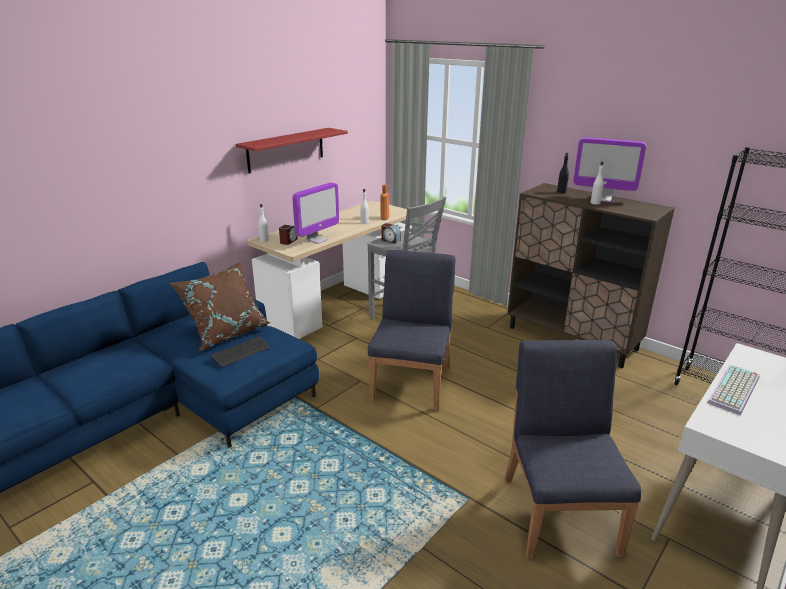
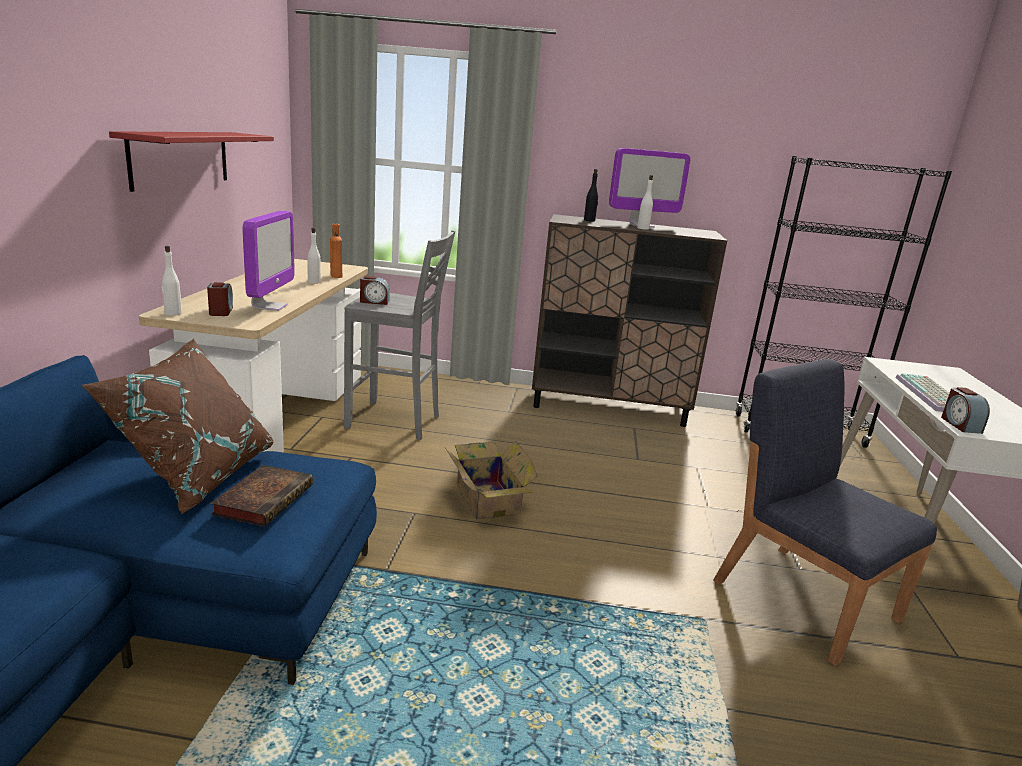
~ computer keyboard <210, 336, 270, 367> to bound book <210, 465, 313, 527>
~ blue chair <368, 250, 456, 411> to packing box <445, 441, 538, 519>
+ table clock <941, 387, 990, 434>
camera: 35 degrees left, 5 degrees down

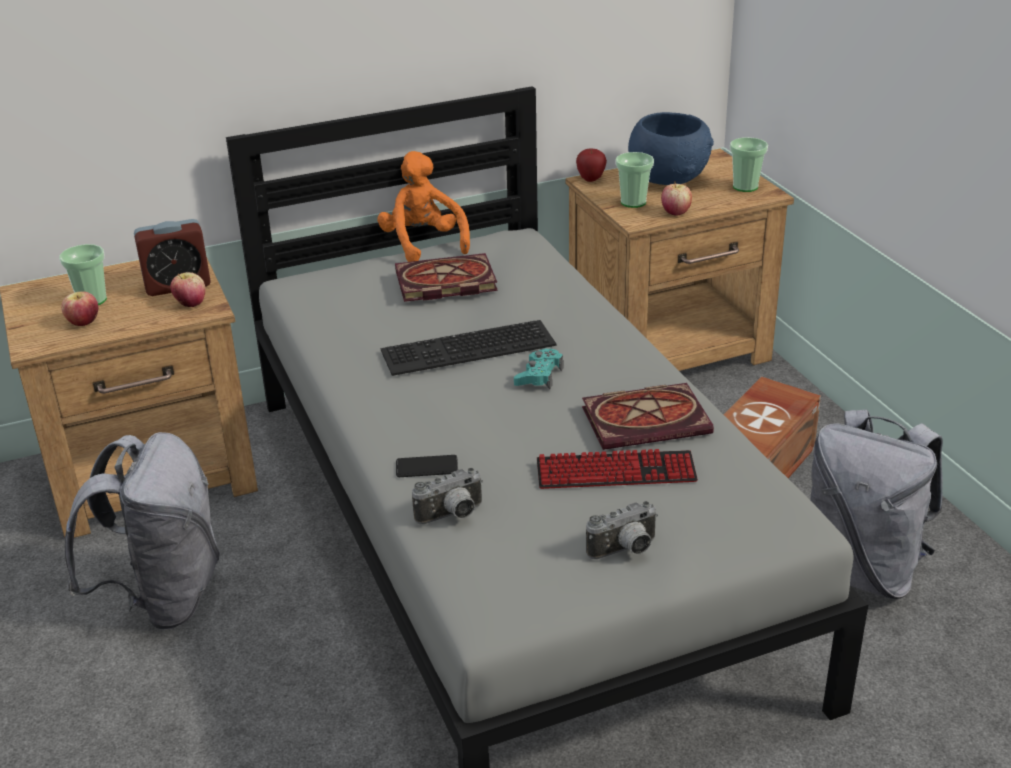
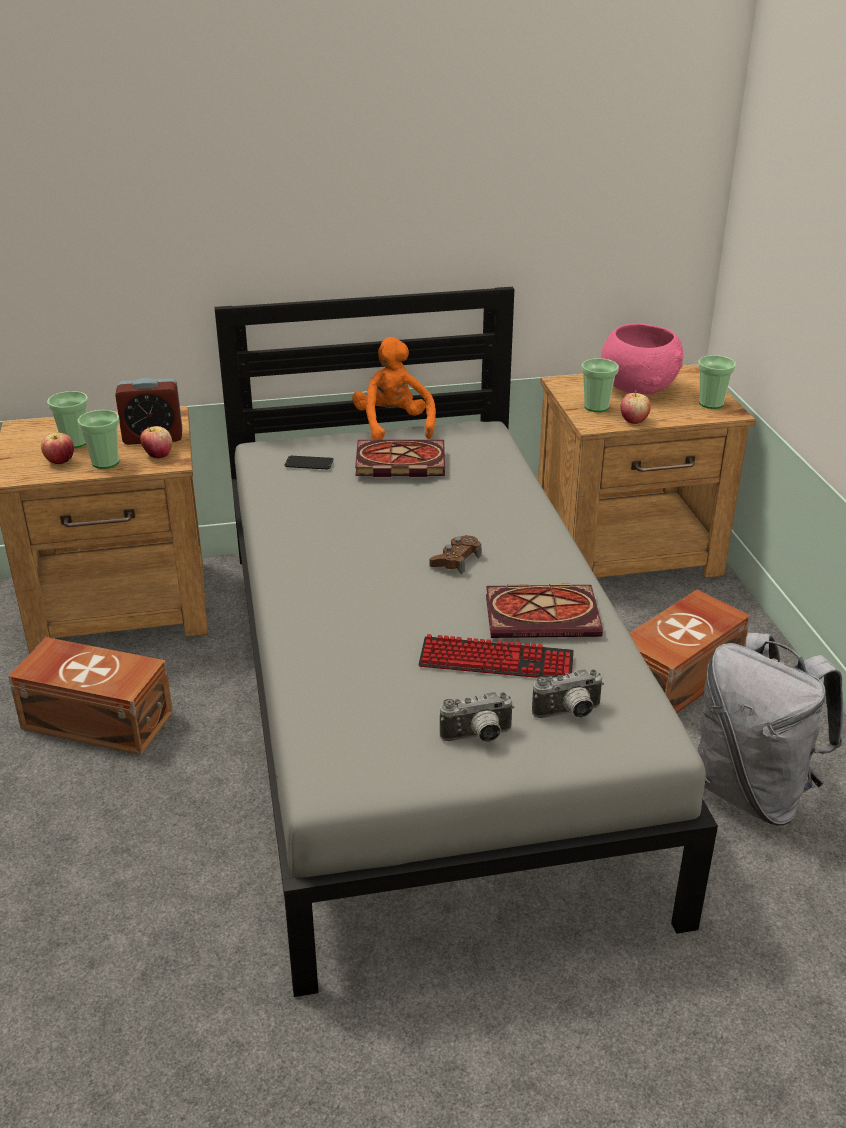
~ gray backpack <65, 432, 220, 630> to brown-coloured storage box <8, 637, 173, 755>
- computer keyboard <381, 320, 556, 376>
~ phone <396, 455, 458, 477> to <285, 456, 334, 469>
~ still camera <412, 468, 483, 524> to <532, 669, 604, 718>
~ turquoise-coloured gamepad <514, 349, 563, 389> to brown-coloured gamepad <429, 535, 481, 574>
- apple fruit <576, 149, 607, 182>
~ blue bowl <628, 112, 714, 185> to pink-coloured bowl <601, 323, 683, 395>
+ cup <78, 410, 120, 469>
camera: 10 degrees right, 0 degrees up

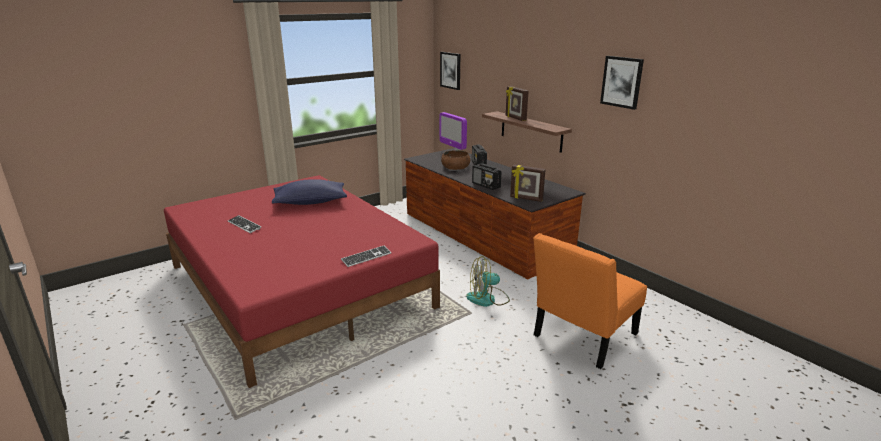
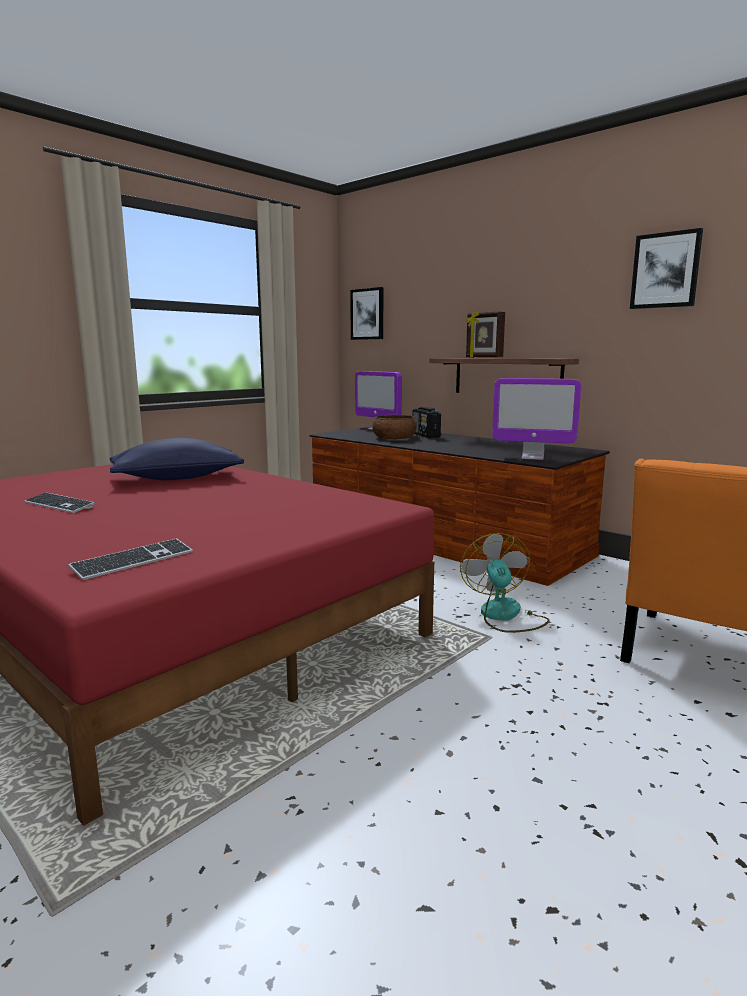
~ computer keyboard <341, 246, 392, 267> to <68, 538, 193, 580>
~ fan <466, 256, 510, 307> = <460, 533, 550, 633> 105 degrees clockwise
- radio set <472, 163, 501, 190>
~ photo frame <510, 165, 546, 202> to monitor <492, 378, 581, 460>
camera: 10 degrees left, 10 degrees down

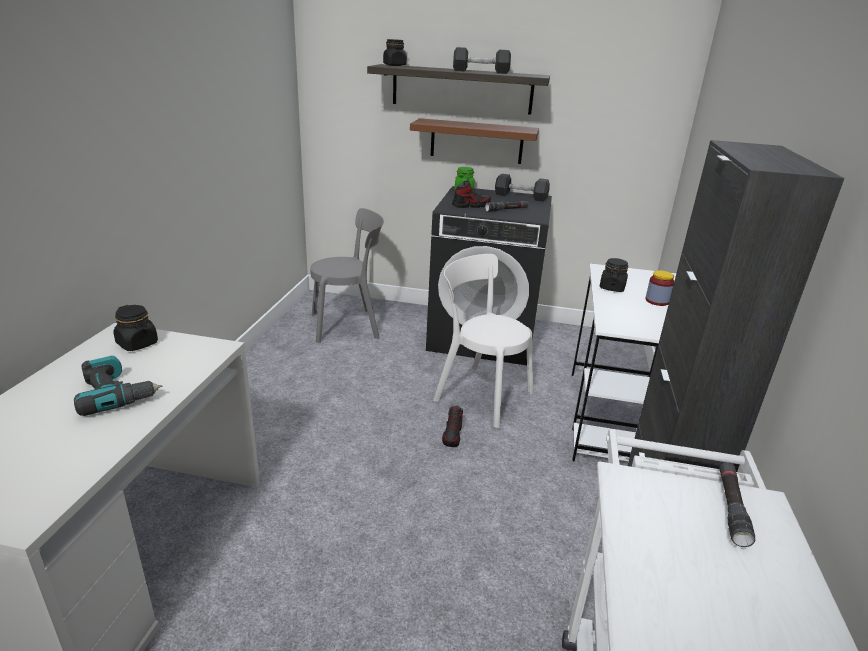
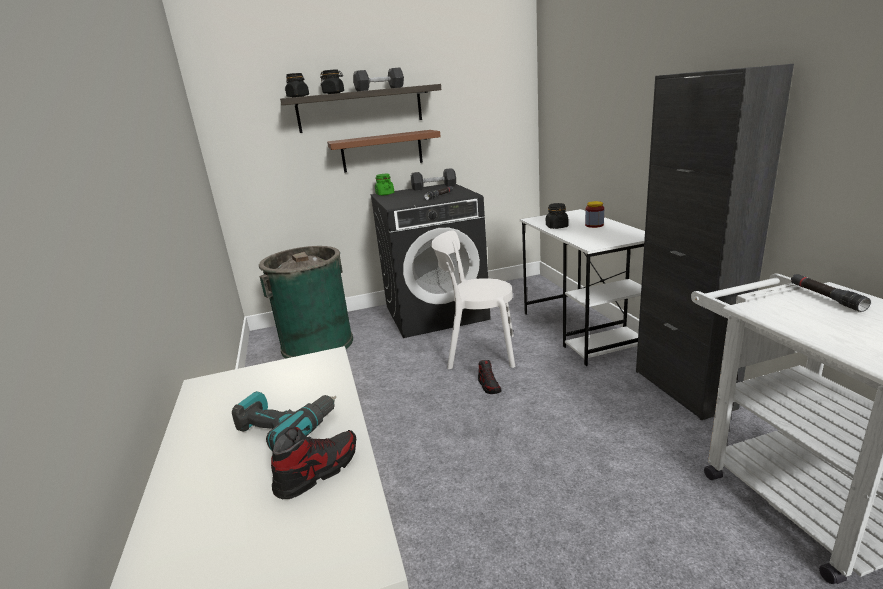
~ blackish jar <113, 305, 158, 351> to <320, 70, 344, 94>
~ gray chair <310, 208, 384, 343> to green rubbish bin <259, 246, 353, 359>
~ low shoe <452, 181, 491, 208> to <271, 427, 356, 499>
camera: 25 degrees left, 5 degrees down

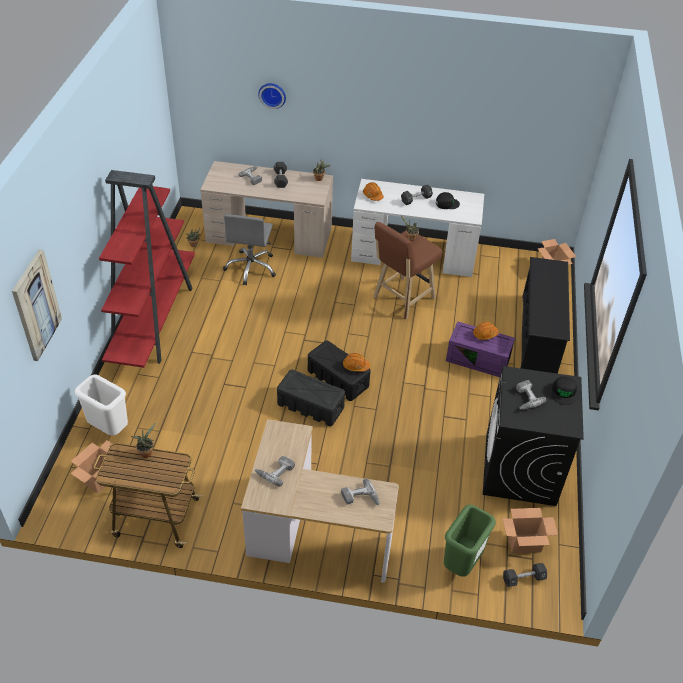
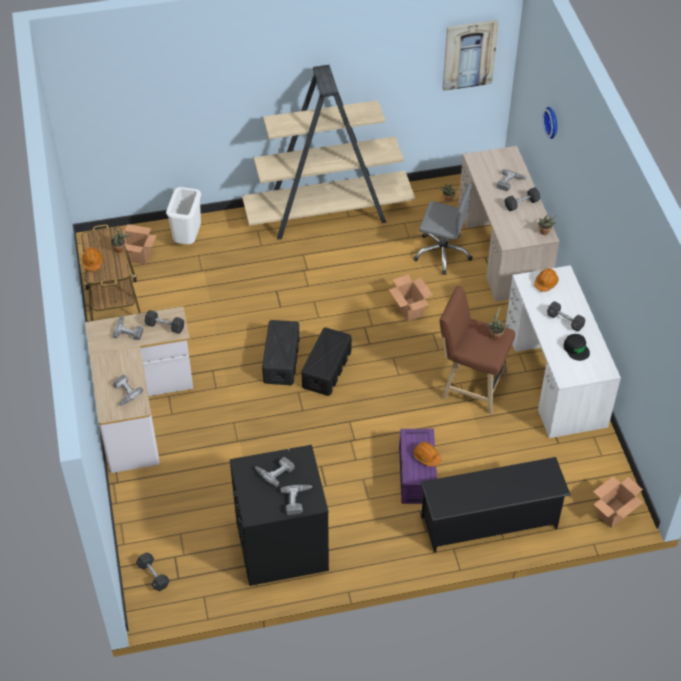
~ wall art <12, 249, 62, 361> to <442, 20, 499, 91>
~ red-coloured shelving unit <99, 170, 195, 368> to sand-coloured shelving unit <242, 65, 415, 240>
~ gray computer chair <223, 214, 276, 285> = <413, 184, 473, 275> 150 degrees counterclockwise
~ orangey work helmet <343, 353, 370, 372> to <82, 247, 103, 271>
- green rubbish bin <444, 505, 496, 577>
~ packing box <503, 508, 558, 554> to <389, 274, 433, 322>
~ blackish cap <552, 376, 577, 405> to drill <280, 485, 313, 515>
+ blackish dumbbell <145, 310, 184, 334>
camera: 70 degrees right, 5 degrees up

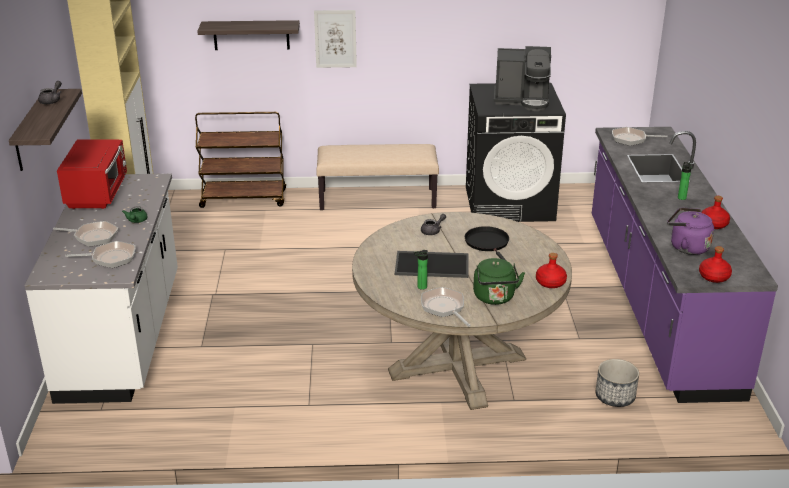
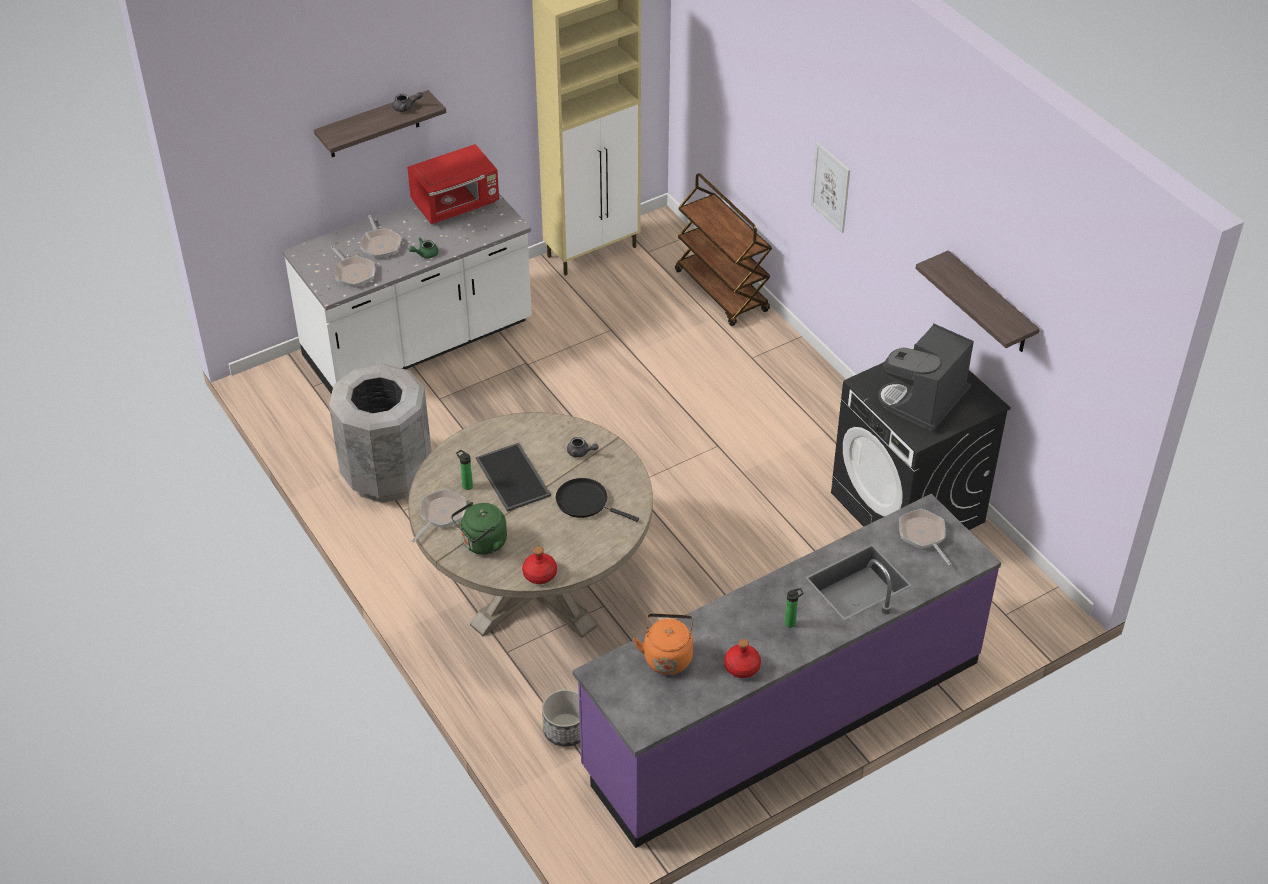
~ bracket shelf <197, 20, 300, 50> to <915, 250, 1040, 352>
- sand-coloured indoor bench <316, 144, 439, 210>
~ blackish frying pan <465, 226, 509, 260> = <556, 478, 639, 522> 105 degrees counterclockwise
~ coffee maker <494, 46, 551, 111> = <878, 324, 974, 431> 60 degrees clockwise
~ purple-coloured kettle <667, 208, 714, 255> to orangey kettle <633, 613, 693, 675>
- red-coloured drink bottle <699, 246, 732, 283>
+ gray rubbish bin <329, 364, 432, 503>
camera: 60 degrees right, 15 degrees up

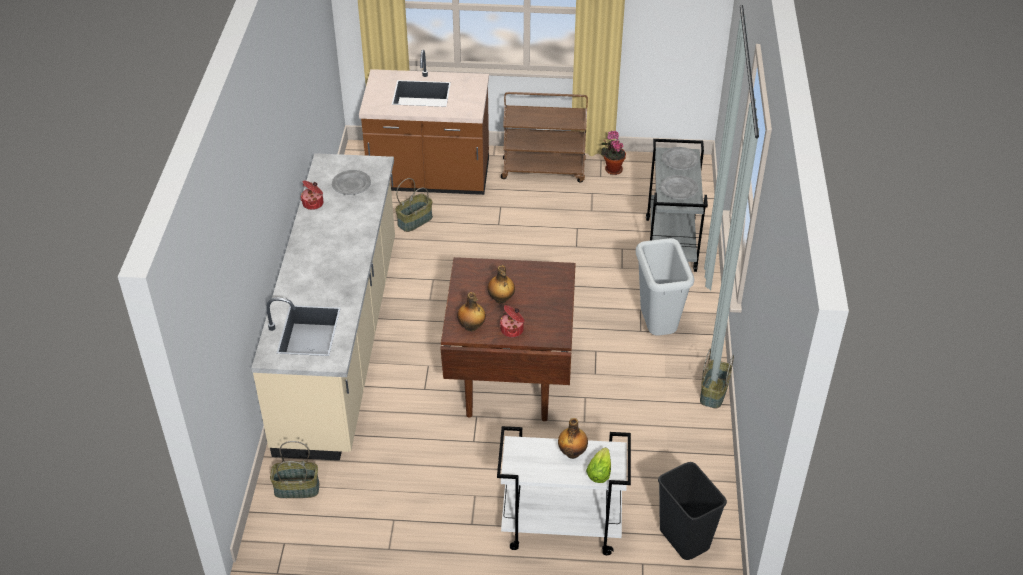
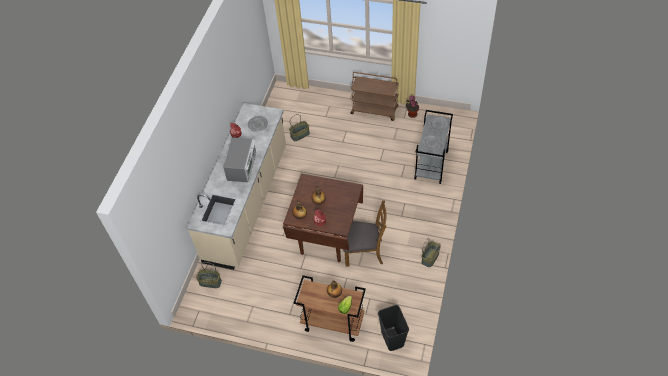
- brown-coloured counter <359, 50, 489, 195>
~ white-coloured wheeled cart <497, 426, 631, 555> to brown-coloured wheeled cart <294, 275, 366, 342>
- gray rubbish bin <636, 238, 694, 336>
+ kitchen microwave <223, 137, 256, 182>
+ brown-coloured chair <343, 200, 387, 266>
camera: 15 degrees right, 10 degrees up

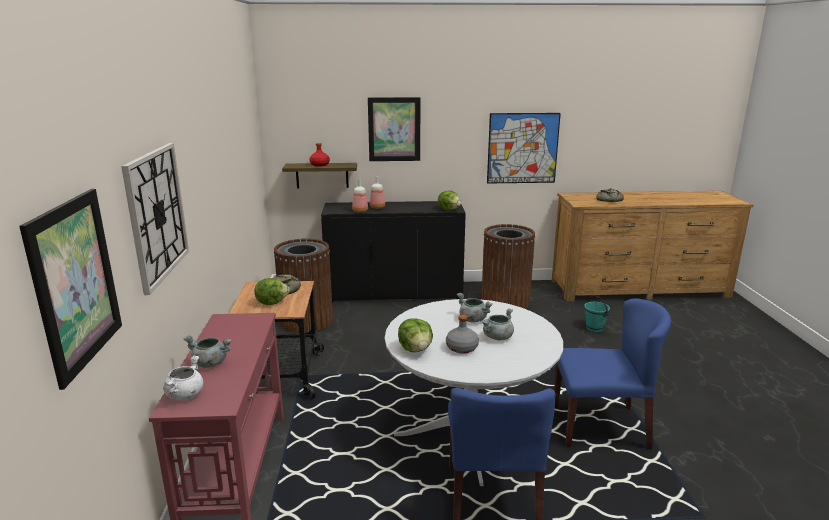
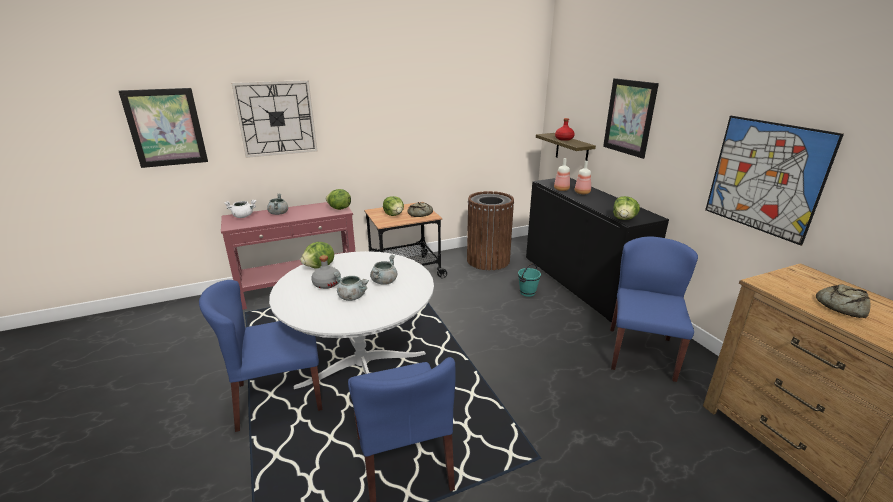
~ brown-coloured rubbish bin <481, 224, 535, 309> to blue chair <610, 236, 698, 382>
~ turquoise-coloured water bucket <584, 296, 610, 332> to <518, 263, 541, 297>
+ lettuce head <326, 189, 351, 210>
camera: 70 degrees right, 5 degrees up

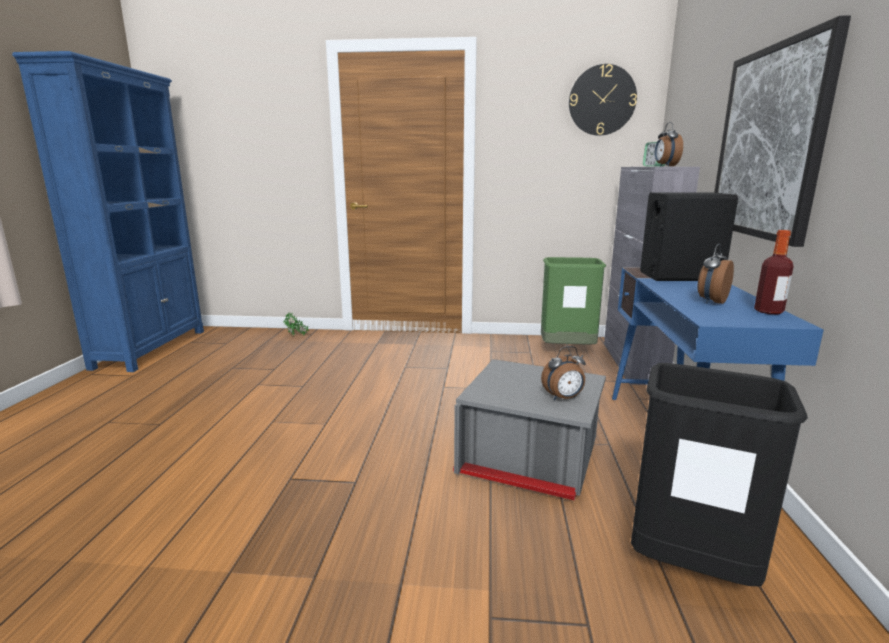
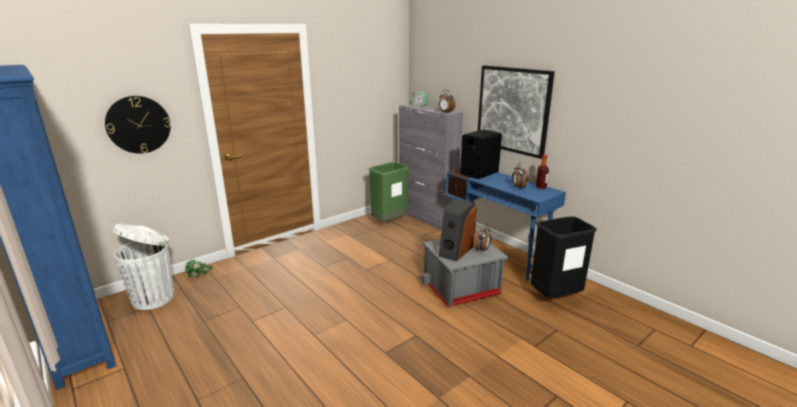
~ hanging clock <569, 64, 637, 136> to <105, 96, 171, 154>
+ white-coloured rubbish bin <113, 224, 174, 310>
+ speaker <438, 199, 477, 261>
camera: 45 degrees left, 5 degrees up

